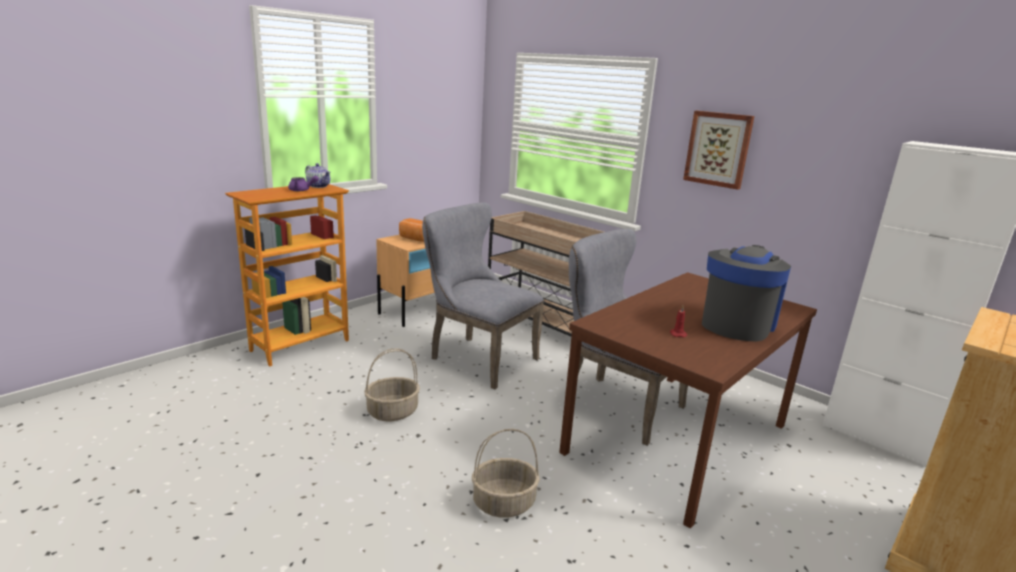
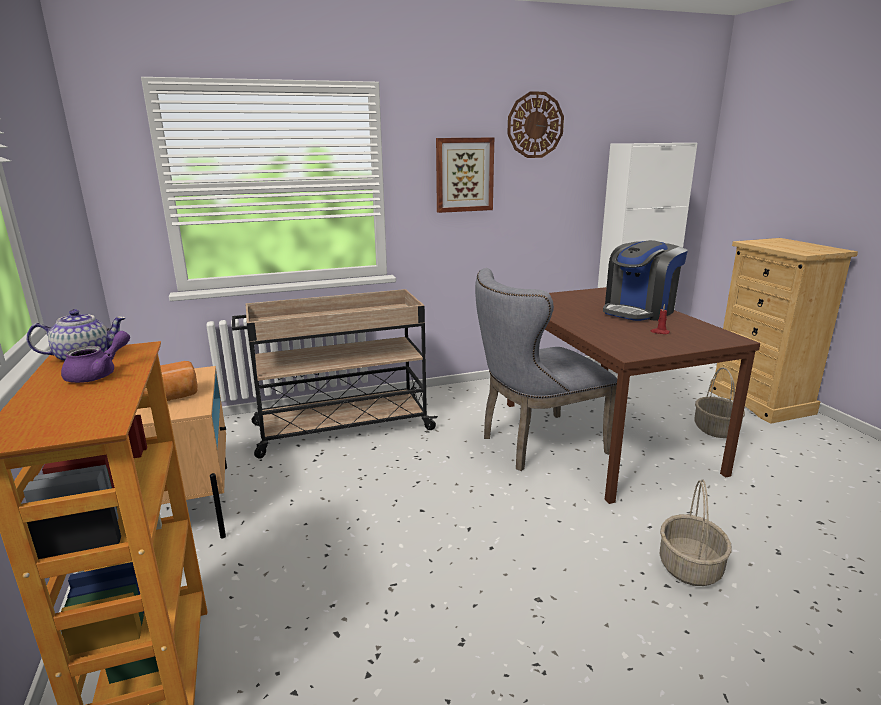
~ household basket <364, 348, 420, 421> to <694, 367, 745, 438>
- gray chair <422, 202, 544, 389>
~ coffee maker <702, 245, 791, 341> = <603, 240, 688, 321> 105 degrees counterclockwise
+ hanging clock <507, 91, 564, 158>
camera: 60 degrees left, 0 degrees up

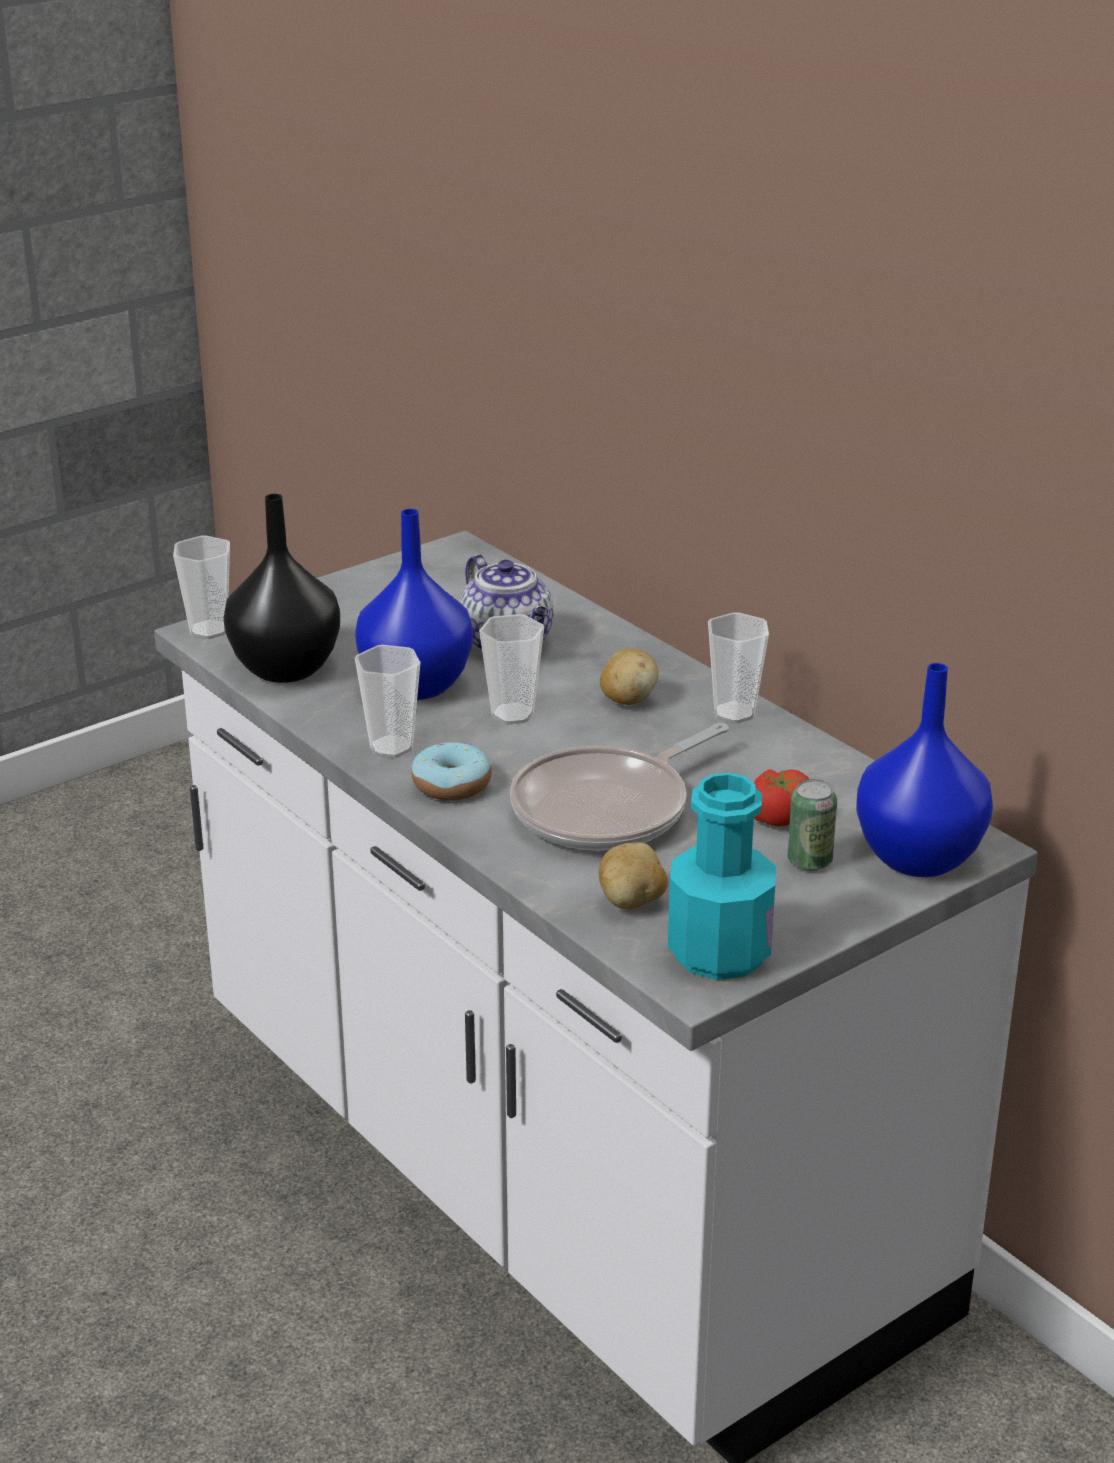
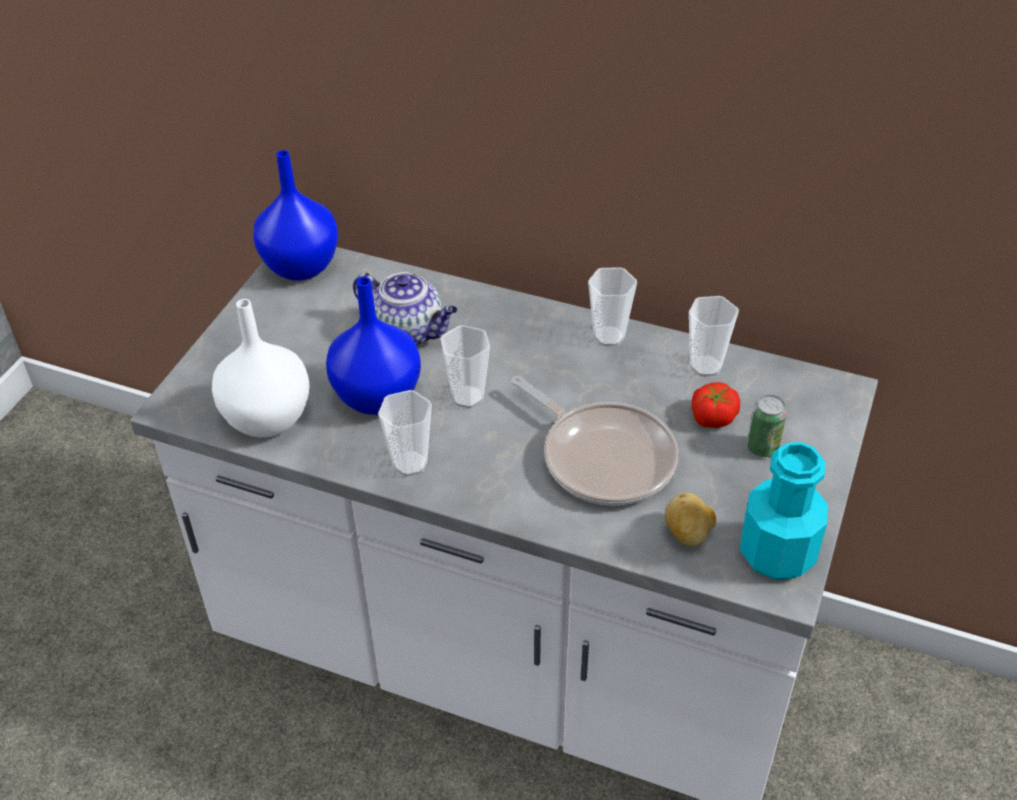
~ cup <173, 535, 230, 639> to <689, 296, 739, 377>
~ blackish vase <223, 494, 340, 683> to white-coloured vase <212, 299, 310, 438>
- ring doughnut <411, 742, 492, 801>
~ frying pan <510, 723, 729, 851> = <511, 376, 678, 506> 60 degrees counterclockwise
- whole potato <600, 648, 659, 705>
~ blue vase <856, 663, 993, 877> to <253, 150, 338, 281>
camera: 30 degrees left, 15 degrees up

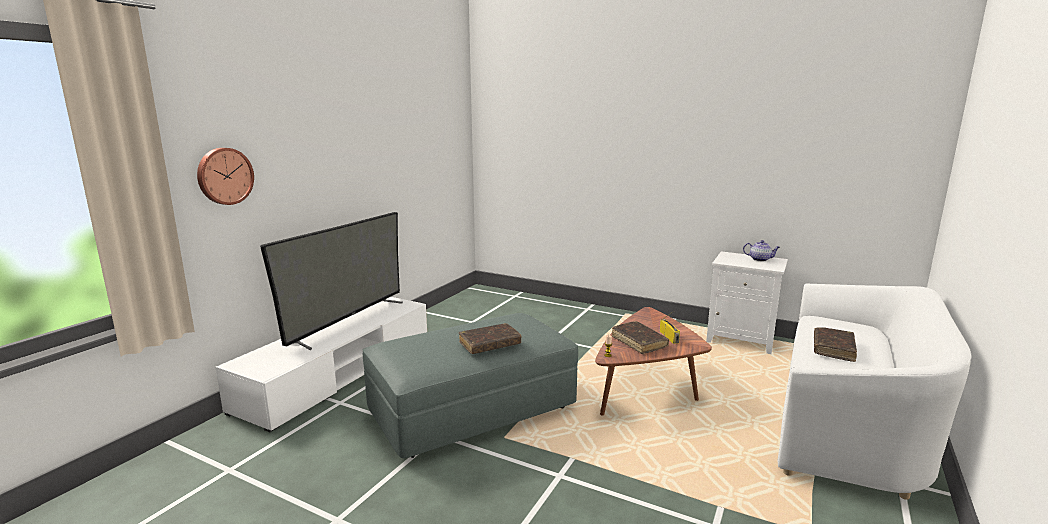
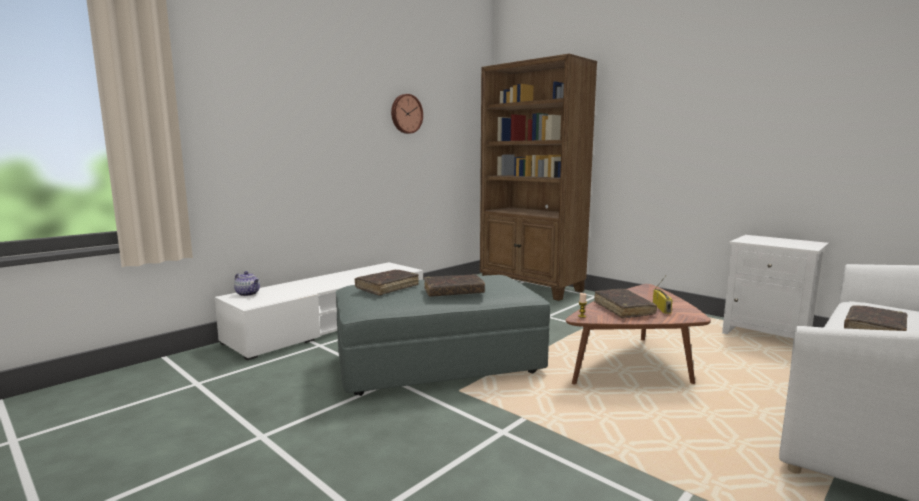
~ hanging clock <197, 148, 254, 205> to <391, 94, 423, 134>
- television <260, 212, 403, 350>
~ pot for tea <743, 240, 780, 262> to <234, 271, 260, 296>
+ brown-coloured bound book <355, 270, 419, 295>
+ brown-coloured shelving unit <480, 54, 597, 301>
camera: 15 degrees right, 5 degrees down

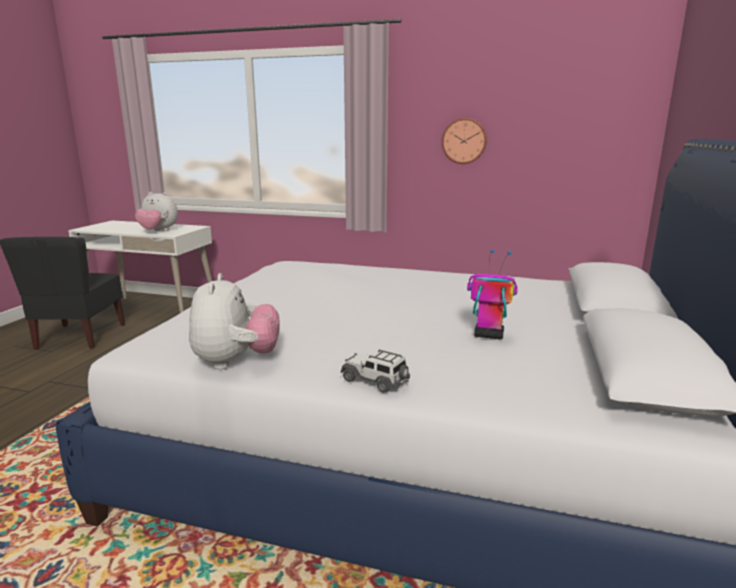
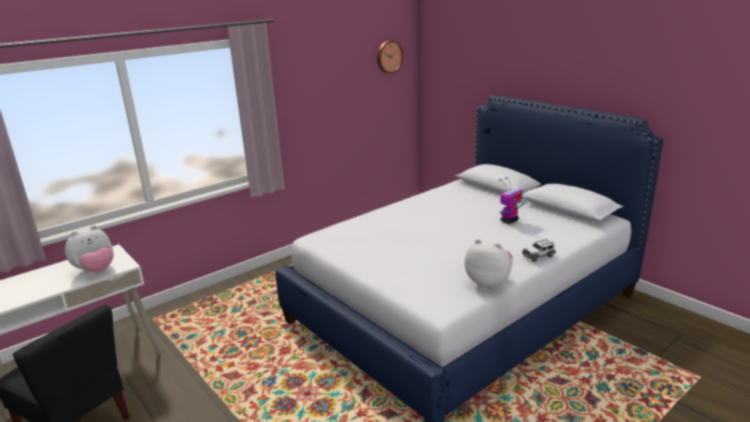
~ hanging clock <442, 118, 487, 164> to <377, 41, 403, 74>
camera: 55 degrees left, 5 degrees up

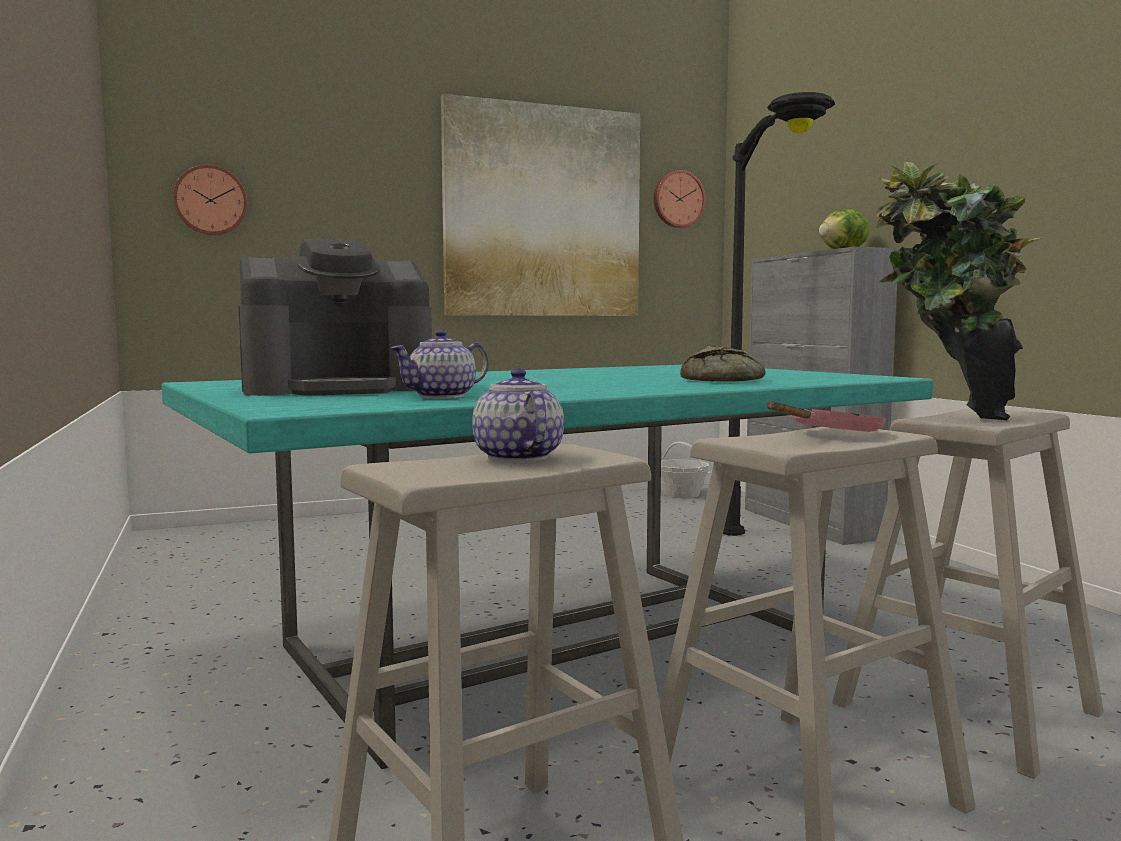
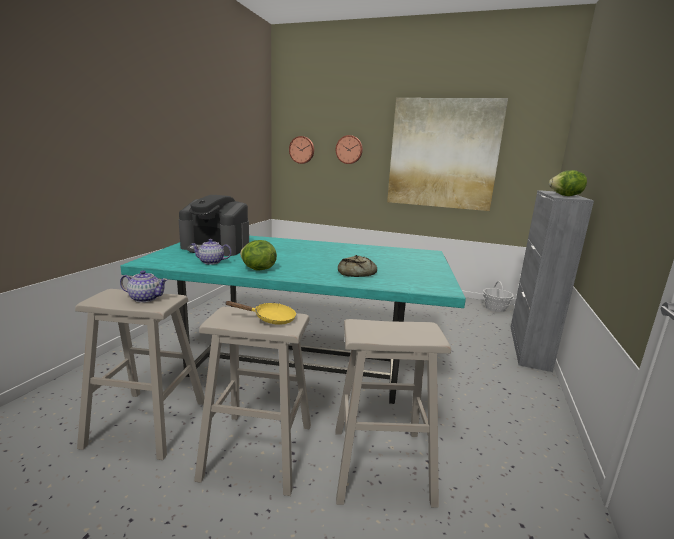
~ pot for tea <472, 368, 564, 462> = <120, 270, 168, 303> 75 degrees clockwise
~ hanging clock <654, 170, 706, 228> to <336, 135, 363, 164>
- blackish floor lamp <723, 92, 835, 536>
~ pink-coloured frying pan <767, 402, 887, 432> to yellow frying pan <225, 301, 296, 325>
- potted plant <876, 162, 1041, 420>
+ lettuce head <240, 240, 277, 270>
camera: 40 degrees right, 10 degrees up

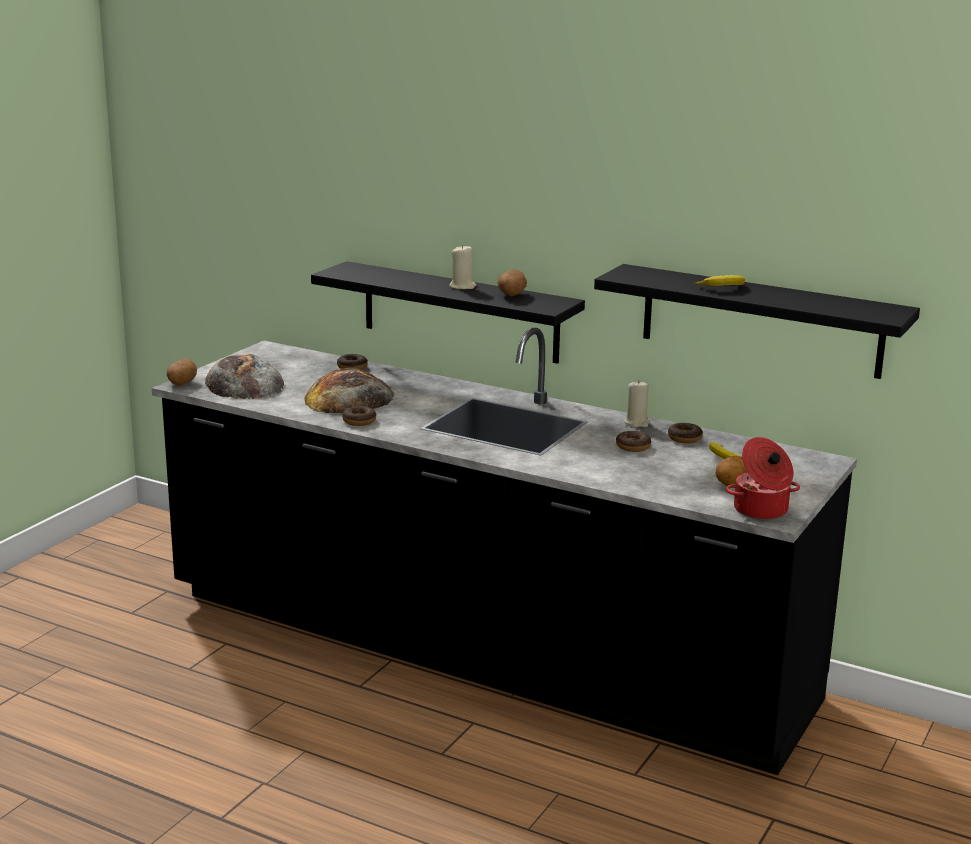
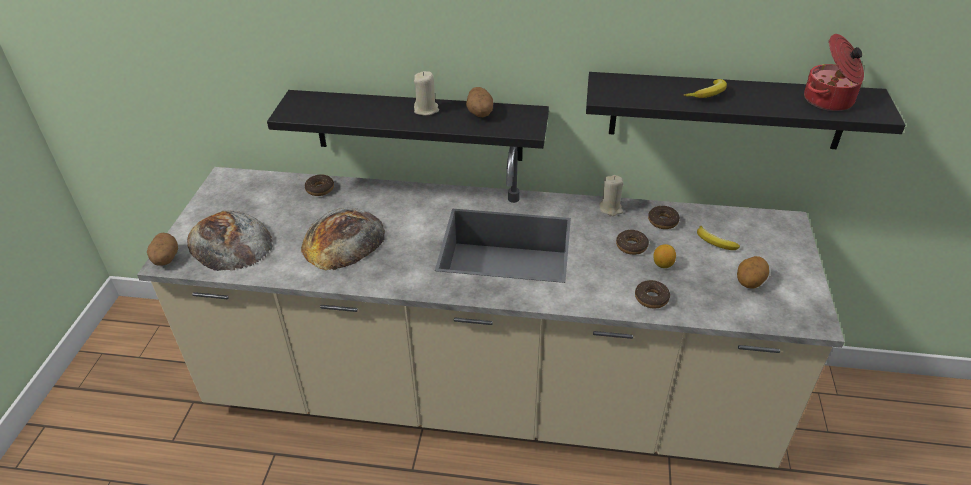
~ blackish counter <152, 328, 857, 775> to sand-coloured counter <137, 146, 845, 468>
~ ring doughnut <342, 406, 376, 426> to <635, 280, 670, 309>
~ saucepot <726, 437, 800, 520> to <804, 34, 864, 111>
+ lemon <653, 244, 676, 268>
camera: 20 degrees left, 20 degrees up

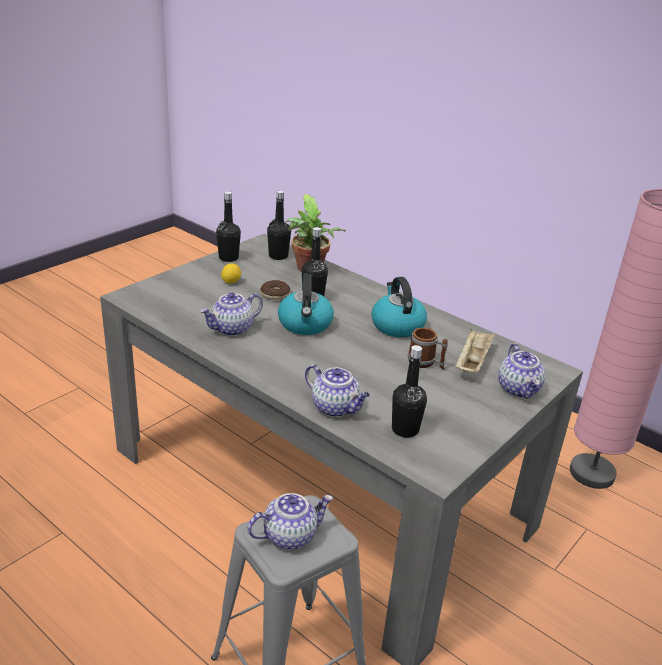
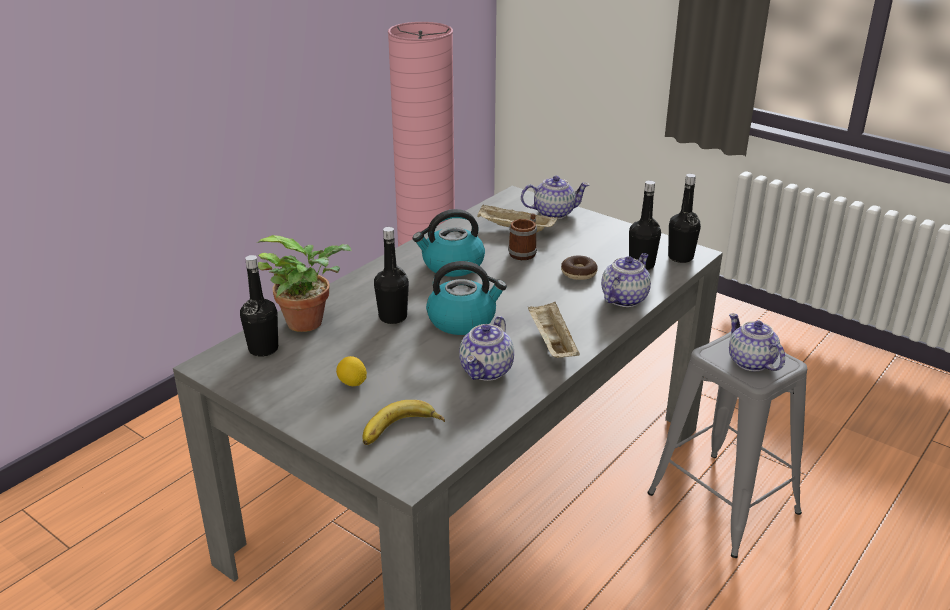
~ pot for tea <200, 292, 263, 336> = <459, 316, 514, 381> 60 degrees clockwise
~ blackish drink bottle <216, 191, 241, 262> to <668, 174, 701, 263>
~ ring doughnut <261, 280, 290, 300> to <561, 256, 598, 280>
+ whole banana <363, 400, 445, 445>
+ sand-coloured carrying tray <528, 302, 580, 358>
camera: 90 degrees left, 0 degrees up

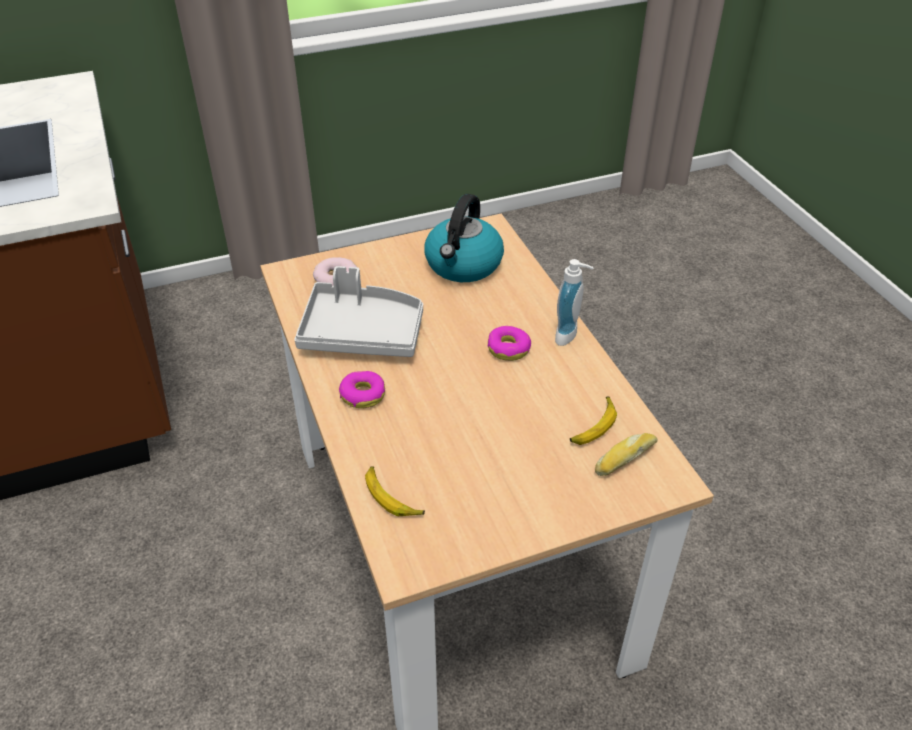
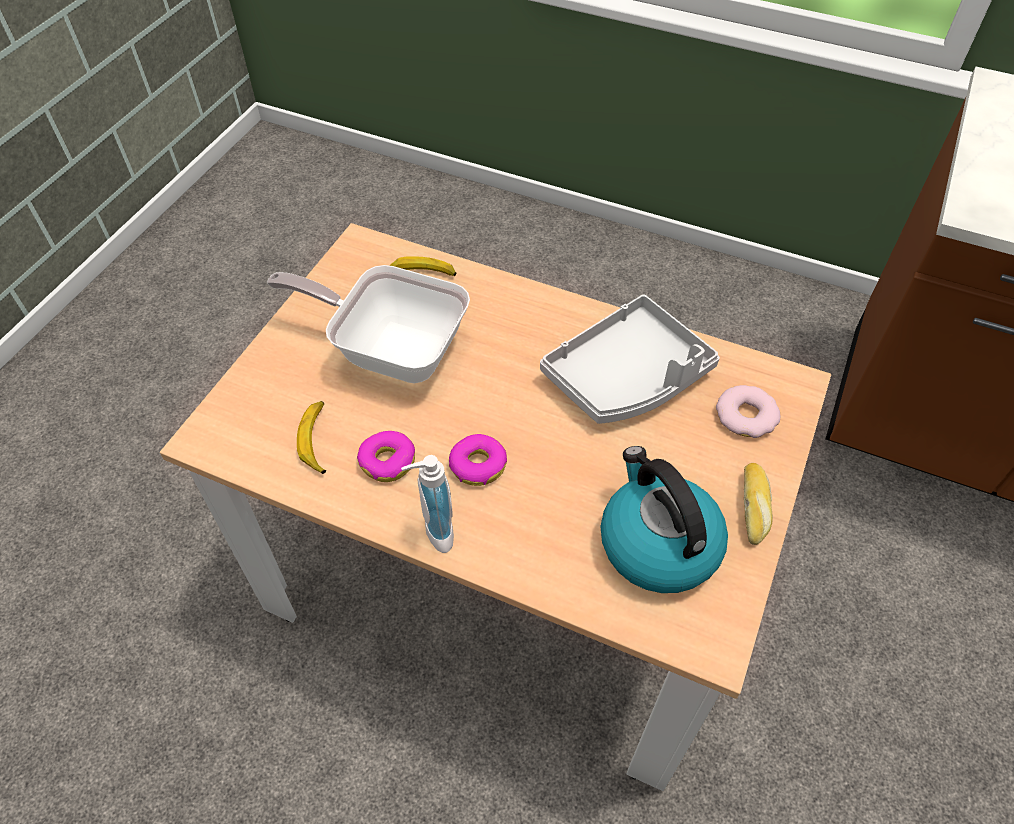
~ ring doughnut <339, 371, 385, 408> to <357, 431, 415, 482>
~ bread <595, 433, 657, 476> to <744, 463, 773, 545>
+ frying pan <267, 265, 470, 383>
camera: 135 degrees right, 10 degrees up

